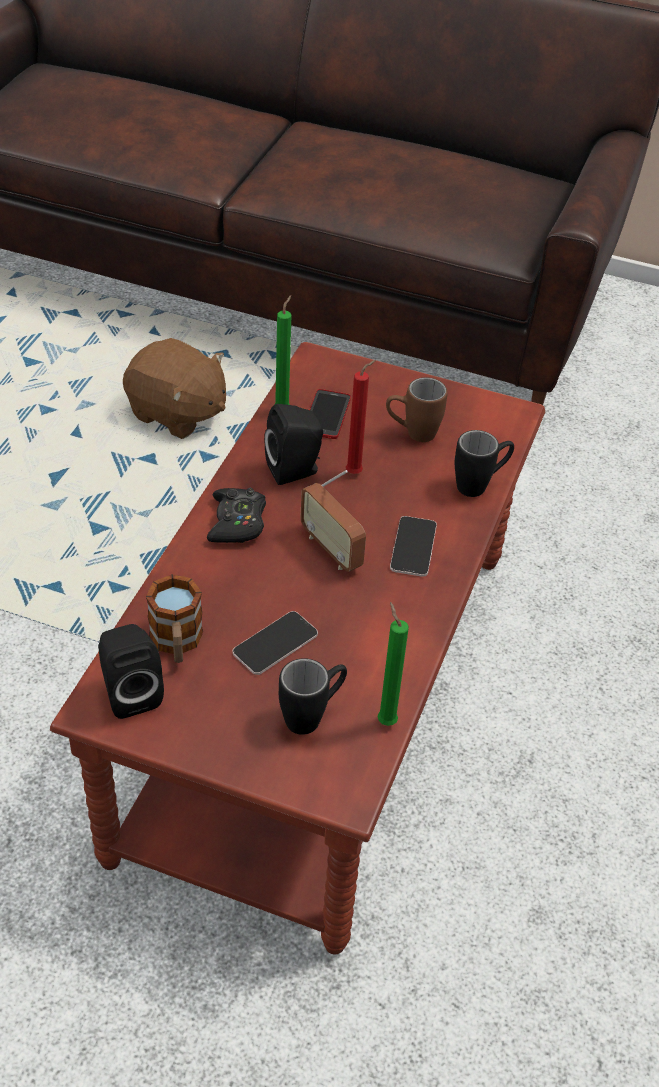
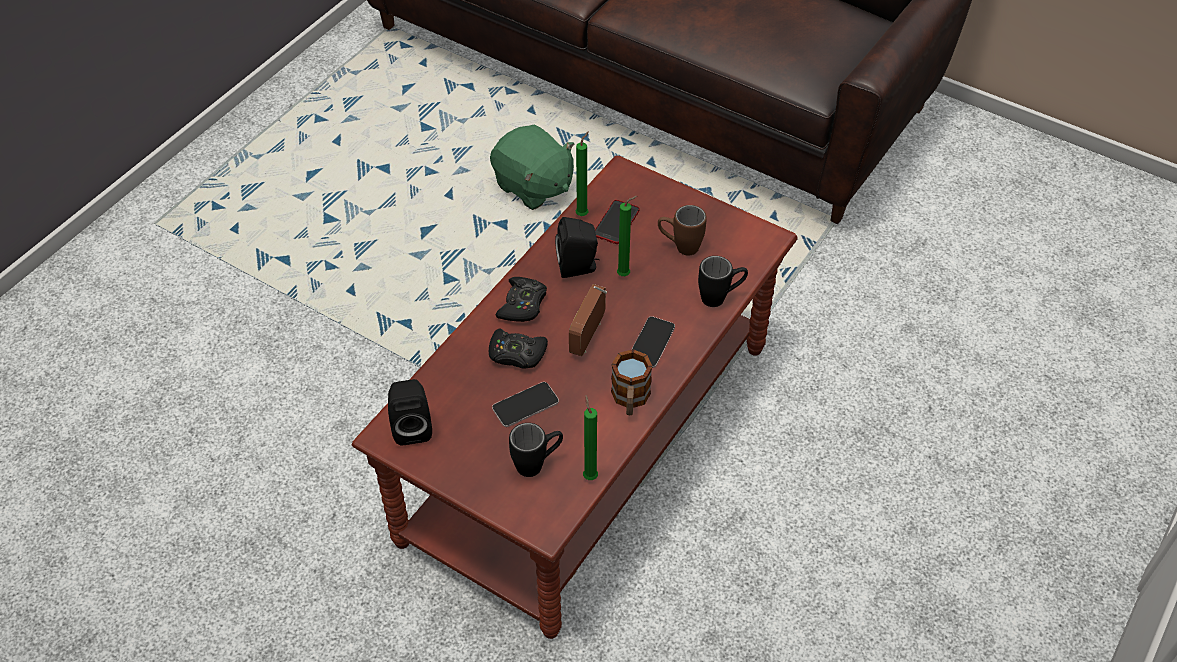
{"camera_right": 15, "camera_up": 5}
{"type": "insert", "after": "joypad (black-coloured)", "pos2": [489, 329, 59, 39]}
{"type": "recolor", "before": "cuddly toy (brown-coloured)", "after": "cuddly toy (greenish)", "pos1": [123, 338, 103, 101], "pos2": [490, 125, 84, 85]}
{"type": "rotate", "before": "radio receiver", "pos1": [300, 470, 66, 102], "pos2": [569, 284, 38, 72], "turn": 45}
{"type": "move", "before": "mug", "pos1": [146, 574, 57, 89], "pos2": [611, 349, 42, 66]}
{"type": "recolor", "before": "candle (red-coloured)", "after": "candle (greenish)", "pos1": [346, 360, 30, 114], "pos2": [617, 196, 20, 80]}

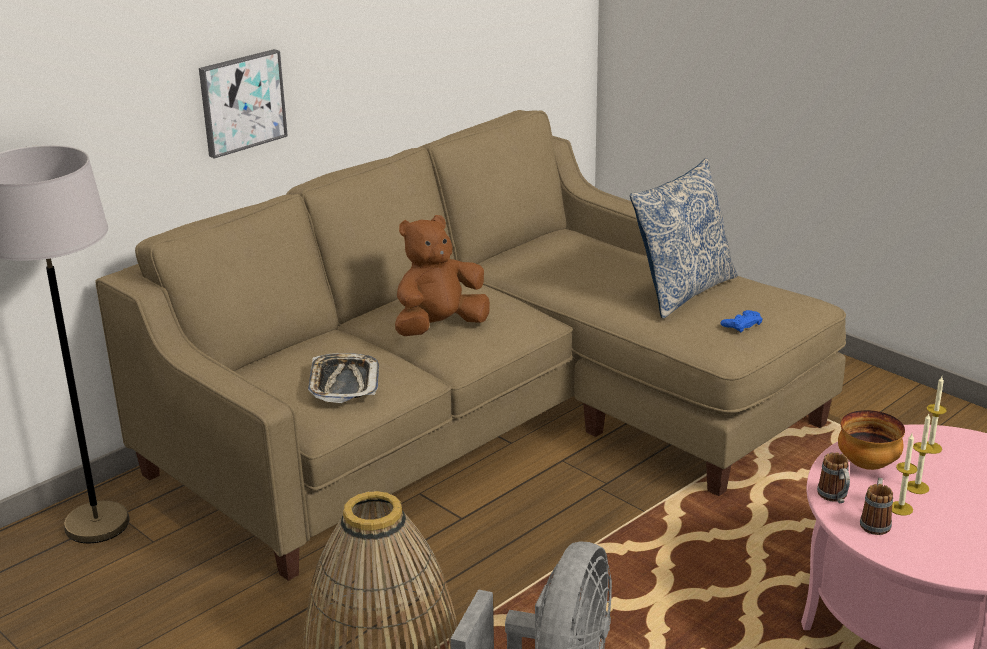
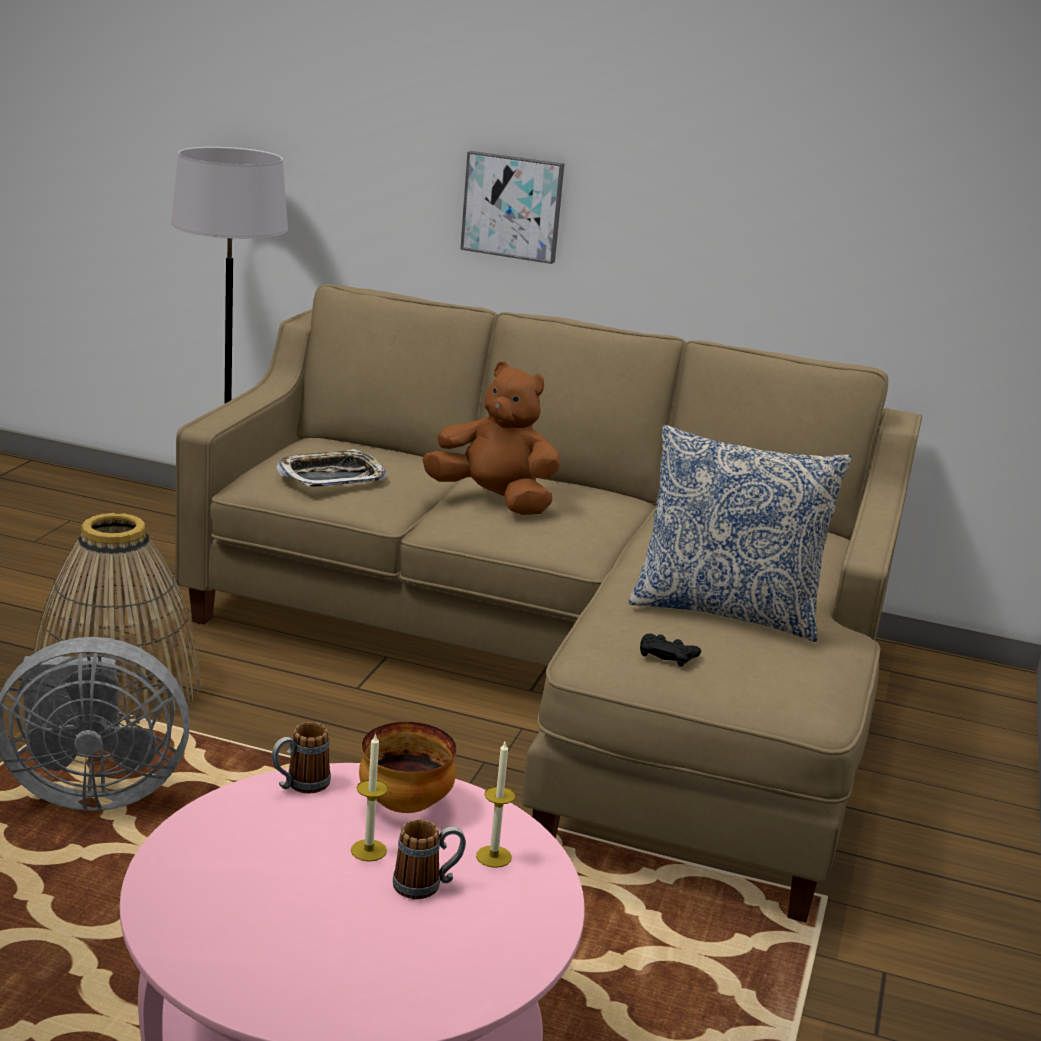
{"camera_right": 60, "camera_up": -5}
{"type": "move", "before": "mug", "pos1": [860, 478, 33, 57], "pos2": [393, 819, 73, 80]}
{"type": "recolor", "before": "joypad (blue-coloured)", "after": "joypad (black-coloured)", "pos1": [720, 310, 43, 23], "pos2": [640, 633, 61, 34]}
{"type": "delete", "before": "candle", "pos1": [892, 434, 26, 81]}

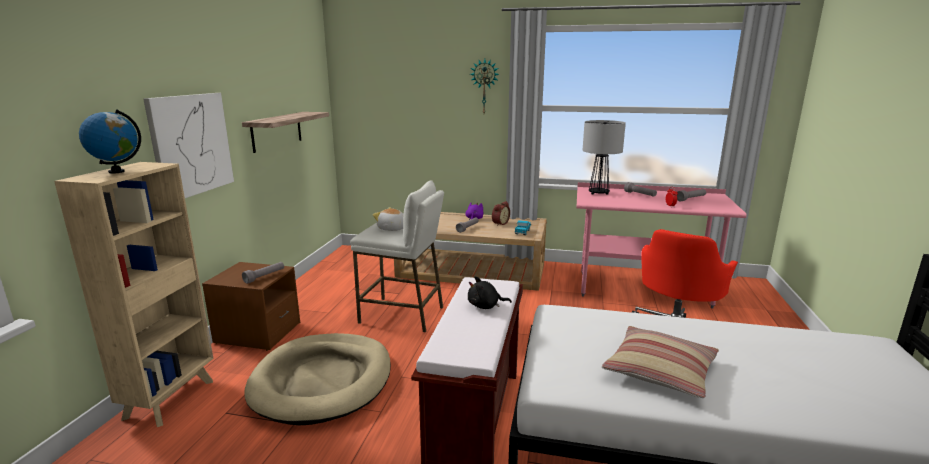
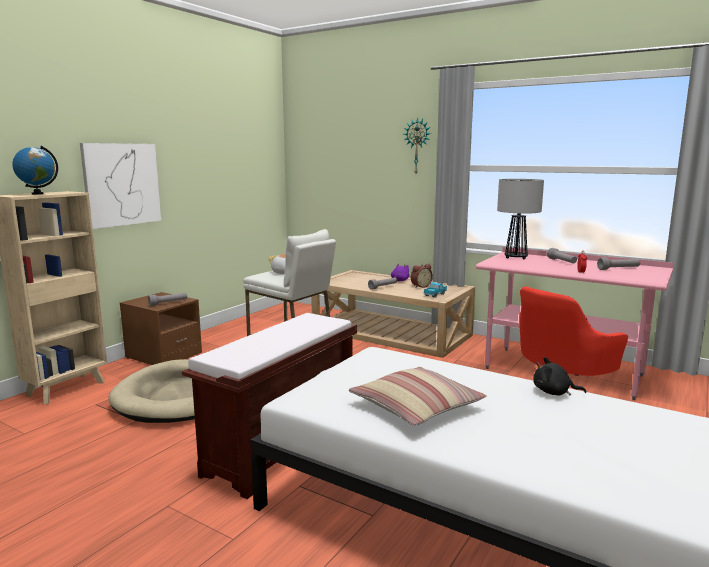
{"camera_right": 20, "camera_up": -5}
{"type": "move", "before": "cuddly toy (black-coloured)", "pos1": [468, 276, 44, 33], "pos2": [533, 357, 53, 38]}
{"type": "delete", "before": "wall shelf", "pos1": [242, 112, 87, 41]}

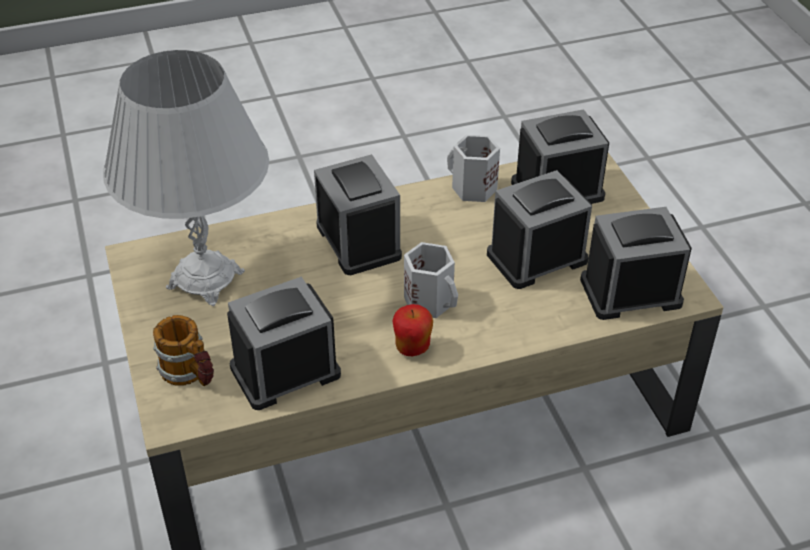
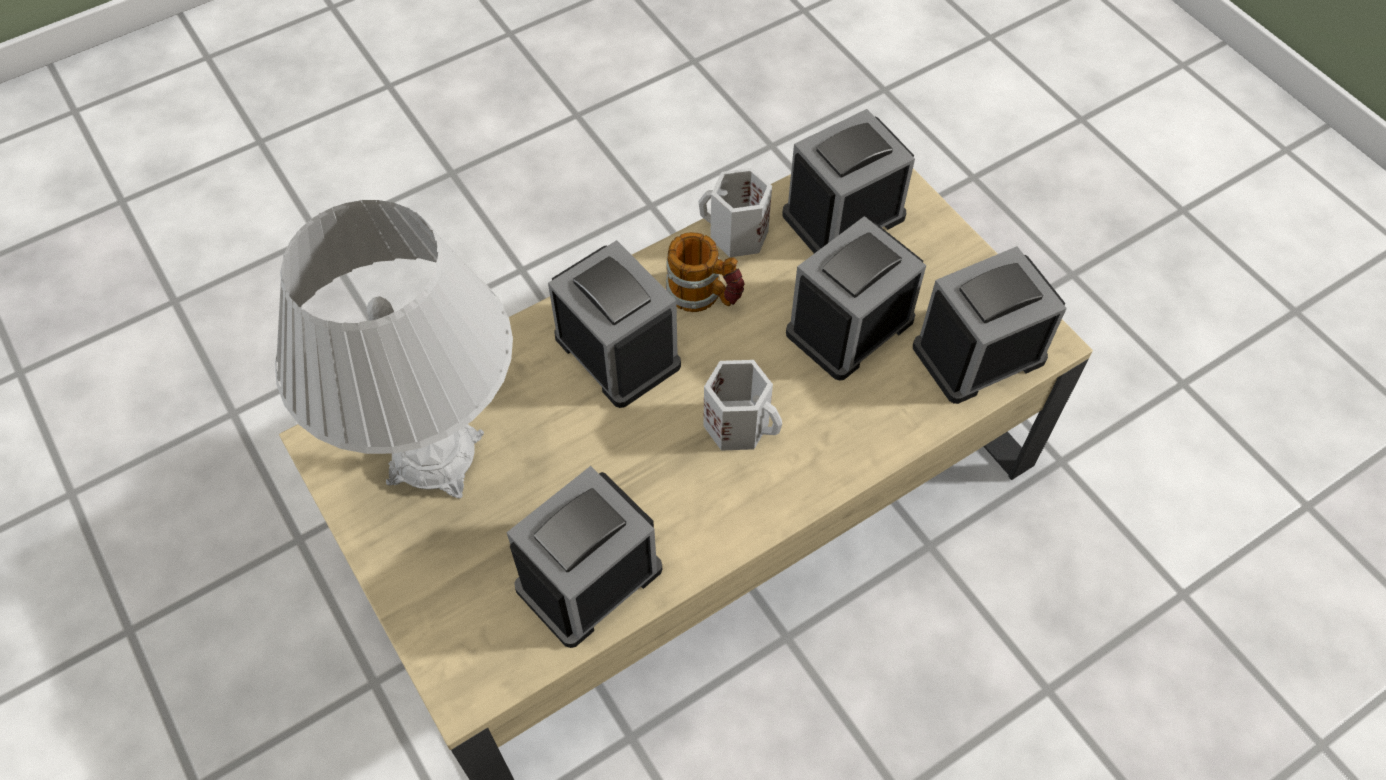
{"camera_right": -15, "camera_up": 15}
{"type": "move", "before": "mug", "pos1": [153, 315, 61, 71], "pos2": [666, 232, 79, 80]}
{"type": "delete", "before": "apple", "pos1": [392, 304, 41, 52]}

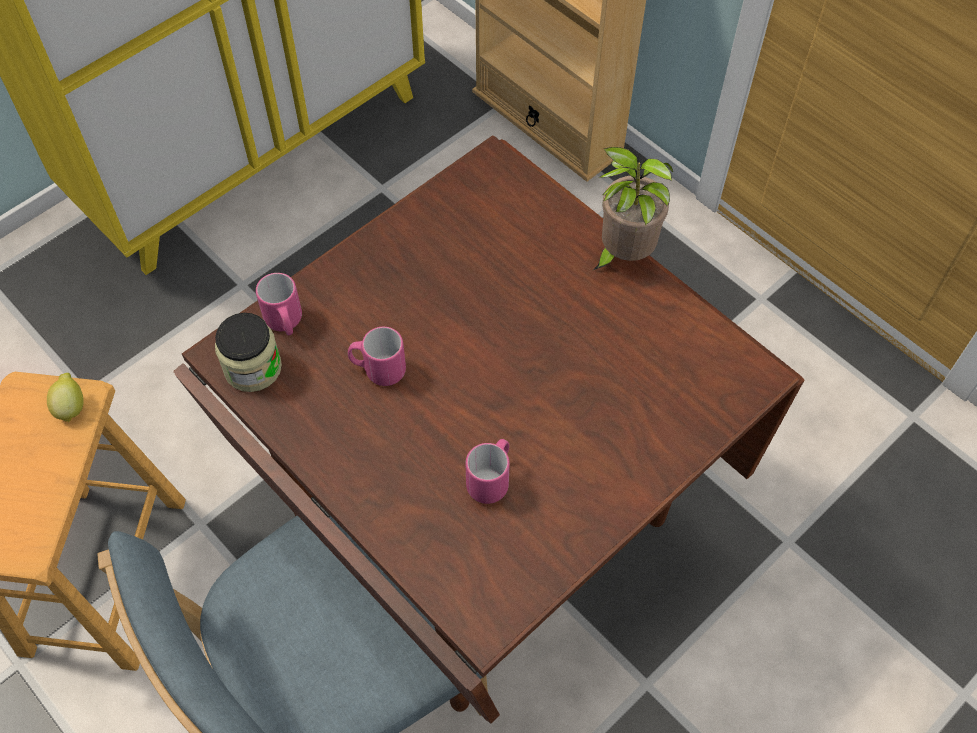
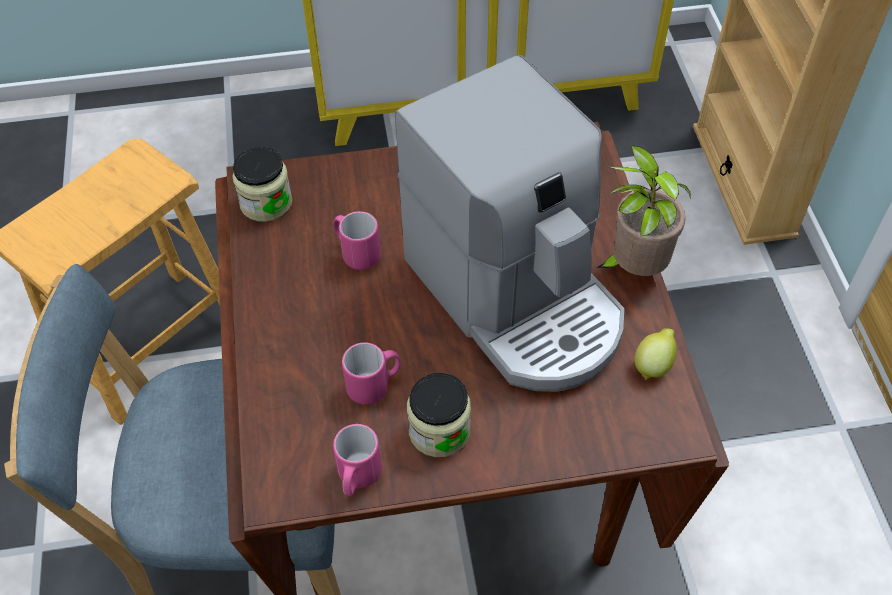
{"camera_right": 35, "camera_up": -5}
{"type": "move", "before": "mug (pink)", "pos1": [256, 273, 46, 62], "pos2": [333, 424, 49, 72]}
{"type": "insert", "after": "coffee brewer", "pos2": [395, 55, 230, 337]}
{"type": "insert", "after": "jar", "pos2": [407, 373, 64, 84]}
{"type": "move", "before": "citrus fruit", "pos1": [47, 373, 37, 50], "pos2": [635, 328, 42, 52]}

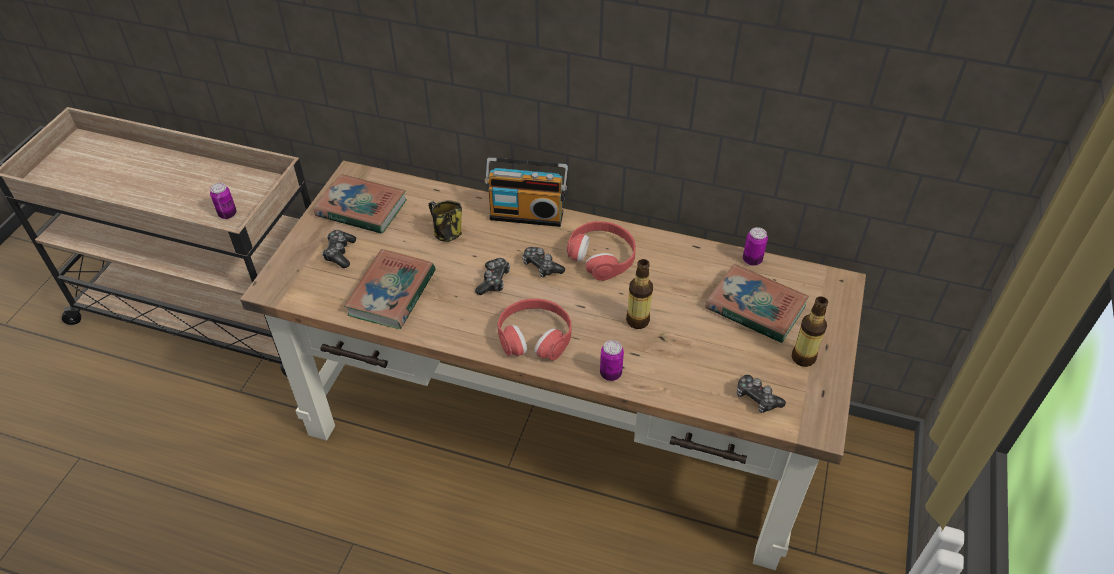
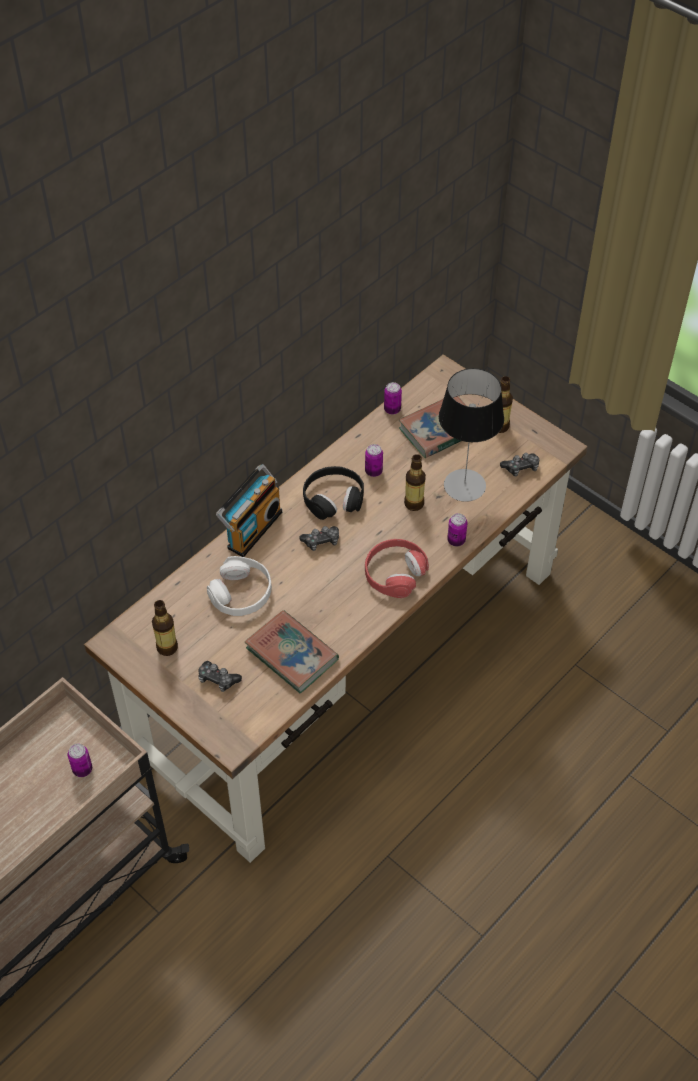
{"camera_right": -65, "camera_up": 5}
{"type": "replace", "before": "book", "after": "drink bottle", "pos1": [314, 174, 93, 60], "pos2": [152, 600, 26, 56]}
{"type": "replace", "before": "mug", "after": "headset (whitish)", "pos1": [429, 200, 33, 42], "pos2": [207, 556, 65, 60]}
{"type": "recolor", "before": "headset (red-coloured)", "after": "headset (black-coloured)", "pos1": [567, 221, 69, 60], "pos2": [303, 466, 61, 54]}
{"type": "insert", "after": "can", "pos2": [365, 444, 18, 33]}
{"type": "insert", "after": "lamp for a table", "pos2": [439, 368, 65, 134]}
{"type": "delete", "before": "joypad", "pos1": [475, 258, 35, 37]}

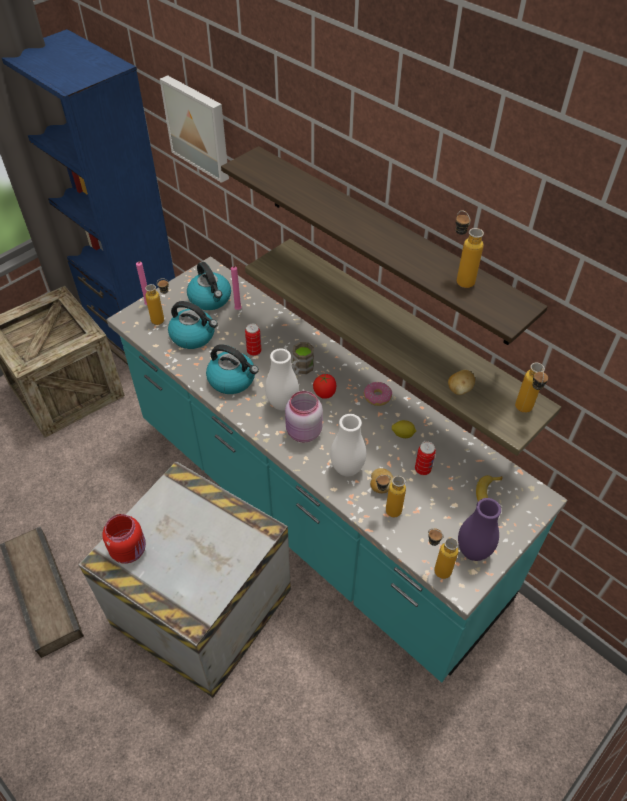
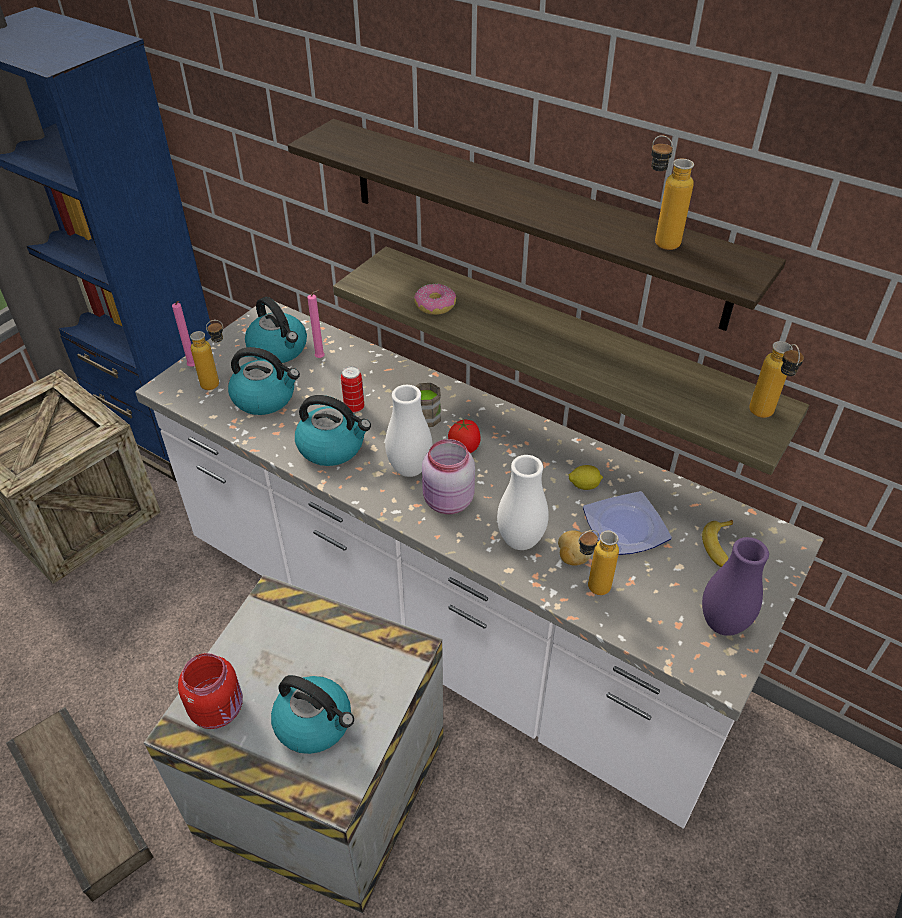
{"camera_right": -10, "camera_up": -5}
{"type": "recolor", "before": "kitchen counter (turquoise)", "after": "kitchen counter (whitish)", "pos1": [106, 257, 461, 426], "pos2": [135, 302, 689, 527]}
{"type": "insert", "after": "kettle", "pos2": [271, 675, 83, 79]}
{"type": "move", "before": "doughnut", "pos1": [364, 382, 28, 24], "pos2": [414, 284, 42, 31]}
{"type": "replace", "before": "can", "after": "flat dish", "pos1": [415, 441, 21, 34], "pos2": [583, 491, 89, 64]}
{"type": "delete", "before": "wall art", "pos1": [160, 75, 69, 108]}
{"type": "delete", "before": "drink bottle", "pos1": [428, 529, 30, 50]}
{"type": "delete", "before": "potato", "pos1": [448, 370, 27, 25]}

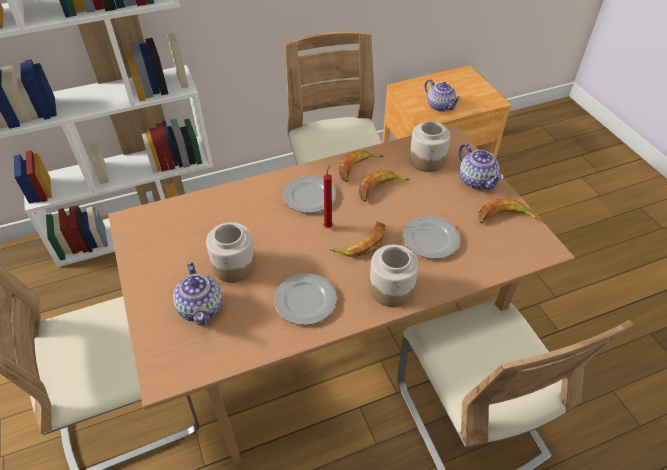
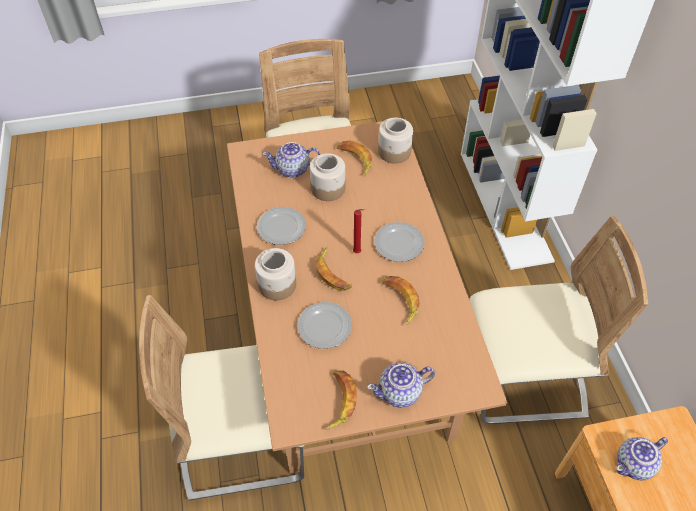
{"camera_right": 100, "camera_up": 5}
{"type": "move", "before": "banana fruit", "pos1": [339, 150, 45, 32], "pos2": [336, 141, 36, 35]}
{"type": "move", "before": "jar", "pos1": [409, 121, 42, 51], "pos2": [378, 118, 35, 46]}

